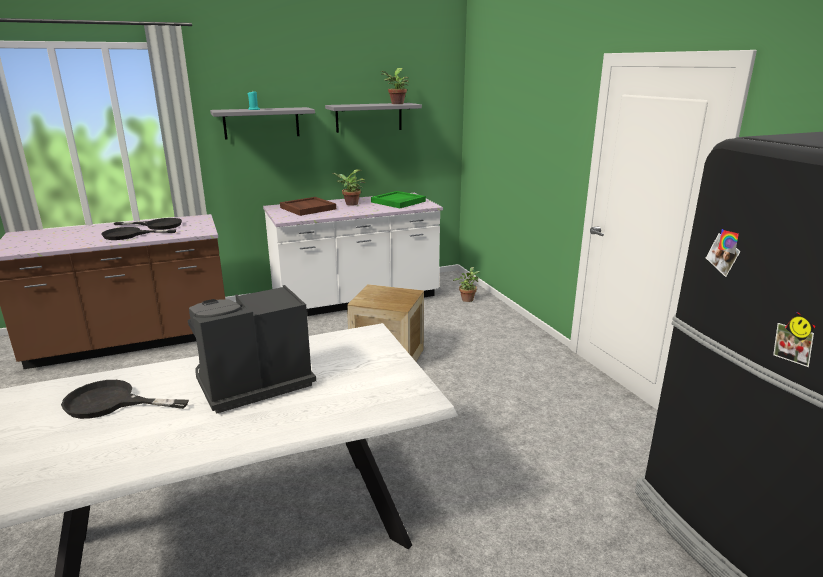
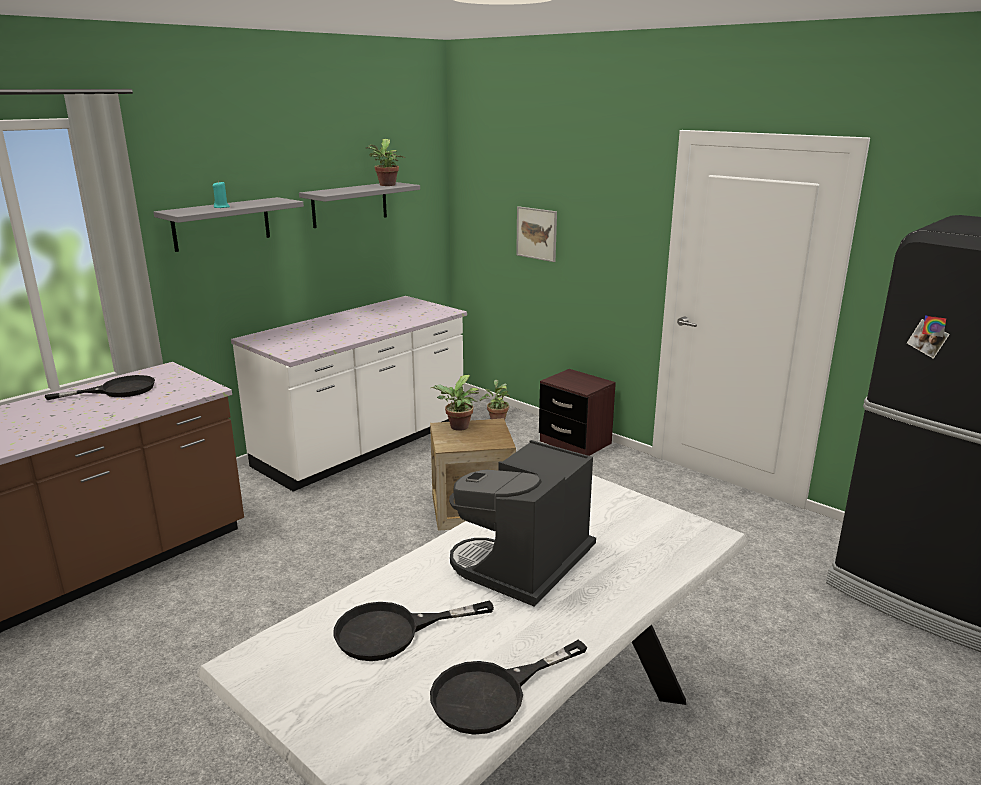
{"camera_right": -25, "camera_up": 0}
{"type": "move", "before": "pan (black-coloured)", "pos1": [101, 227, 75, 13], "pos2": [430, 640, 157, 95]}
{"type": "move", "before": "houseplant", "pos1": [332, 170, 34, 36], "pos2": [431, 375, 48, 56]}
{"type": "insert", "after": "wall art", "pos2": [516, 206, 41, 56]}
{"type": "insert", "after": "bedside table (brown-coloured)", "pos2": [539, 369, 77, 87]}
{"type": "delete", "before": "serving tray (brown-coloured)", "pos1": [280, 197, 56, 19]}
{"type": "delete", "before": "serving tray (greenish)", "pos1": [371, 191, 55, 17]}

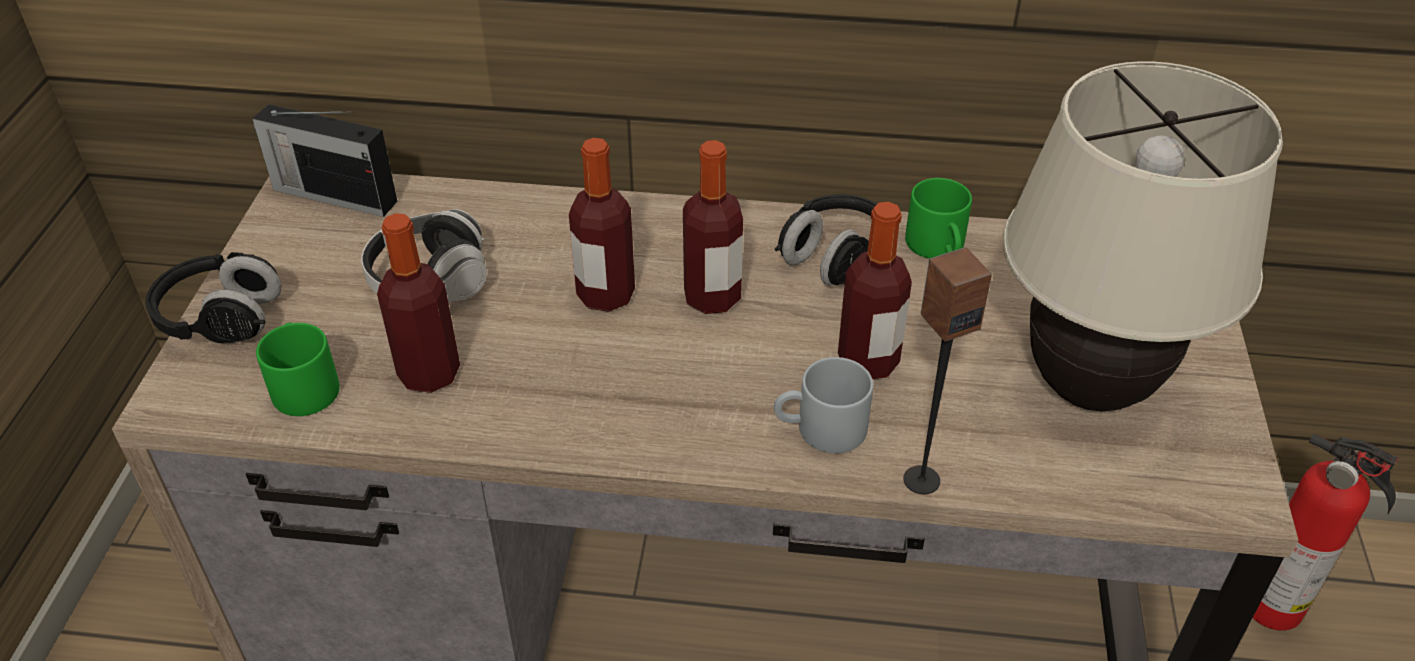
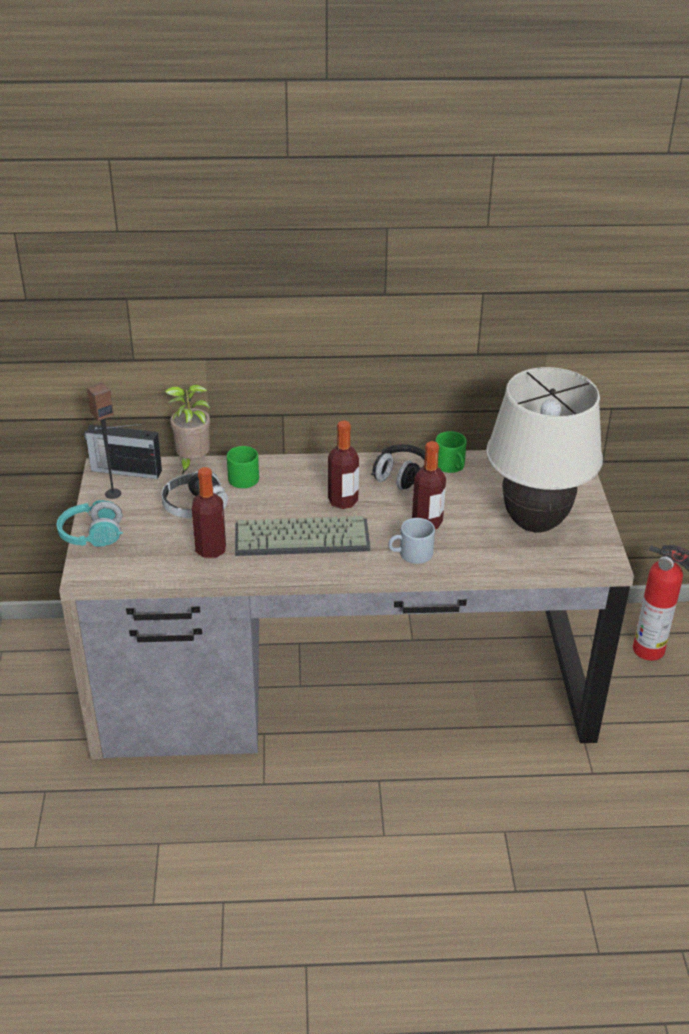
{"camera_right": -10, "camera_up": -5}
{"type": "recolor", "before": "headset (black-coloured)", "after": "headset (turquoise)", "pos1": [145, 252, 136, 91], "pos2": [56, 500, 67, 47]}
{"type": "move", "before": "loudspeaker", "pos1": [903, 247, 89, 247], "pos2": [87, 382, 34, 117]}
{"type": "insert", "after": "houseplant", "pos2": [164, 384, 46, 90]}
{"type": "move", "before": "mug (greenish)", "pos1": [256, 322, 84, 94], "pos2": [227, 446, 32, 42]}
{"type": "insert", "after": "PC keyboard", "pos2": [235, 516, 136, 40]}
{"type": "delete", "before": "drink bottle", "pos1": [569, 138, 66, 174]}

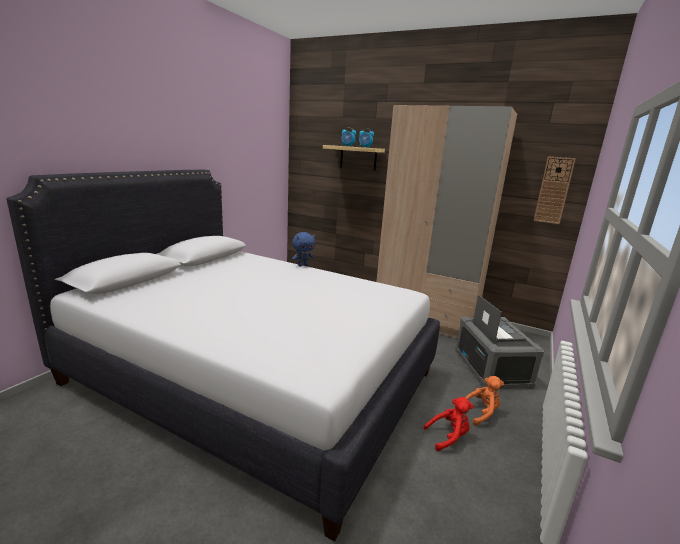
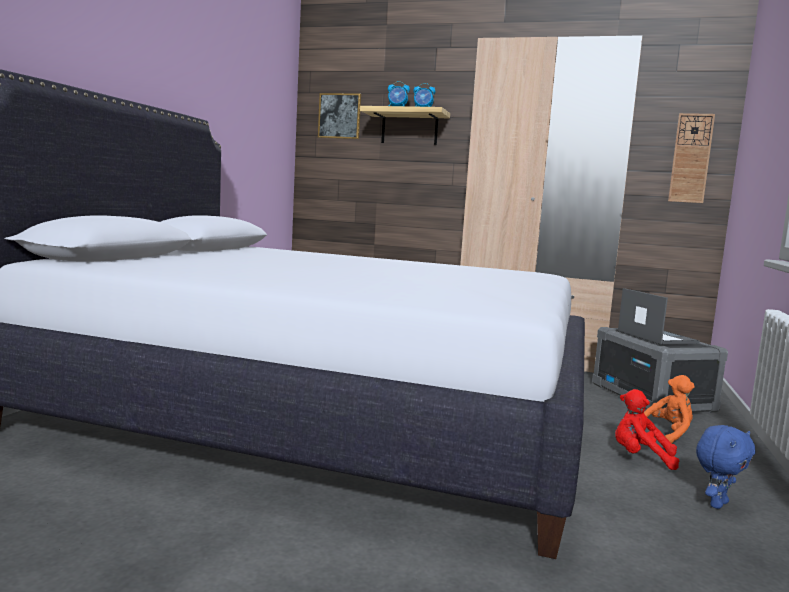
{"camera_right": -10, "camera_up": -10}
{"type": "insert", "after": "wall art", "pos2": [318, 93, 43, 46]}
{"type": "rotate", "before": "cuddly toy (red-coloured)", "pos1": [424, 397, 50, 54], "pos2": [615, 389, 64, 81], "turn": -135}
{"type": "move", "before": "cuddly toy (blue-coloured)", "pos1": [292, 232, 23, 34], "pos2": [696, 425, 59, 84]}

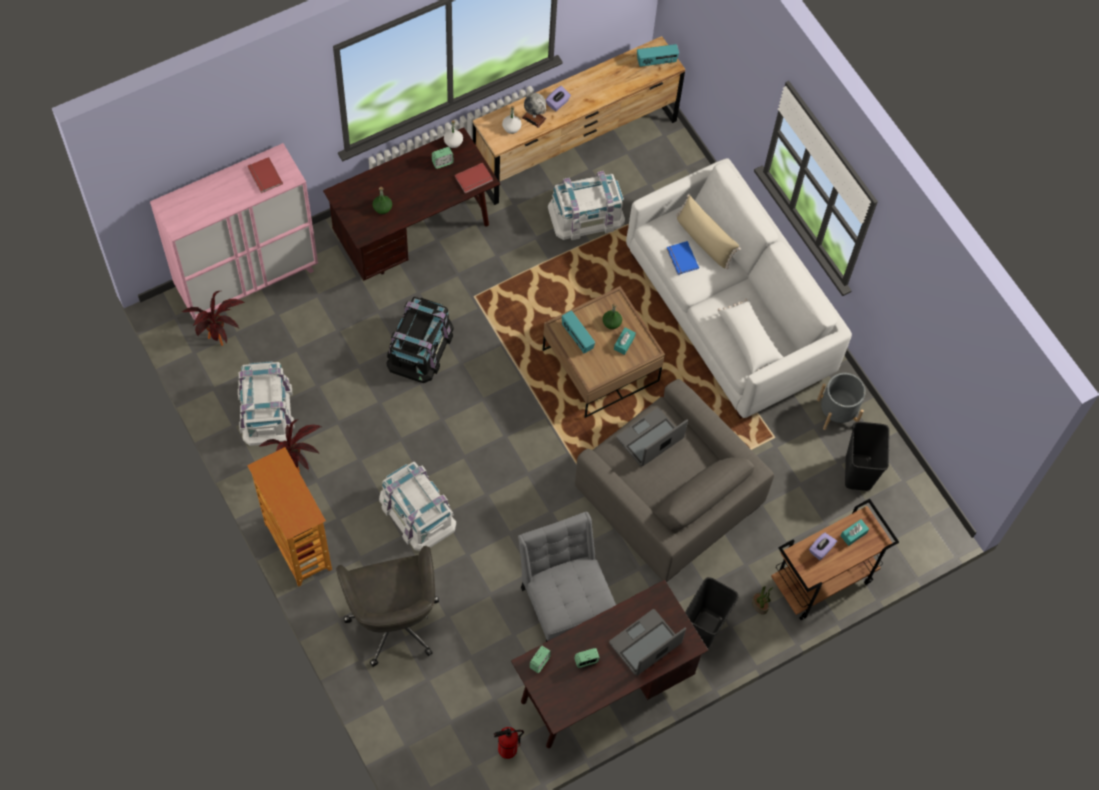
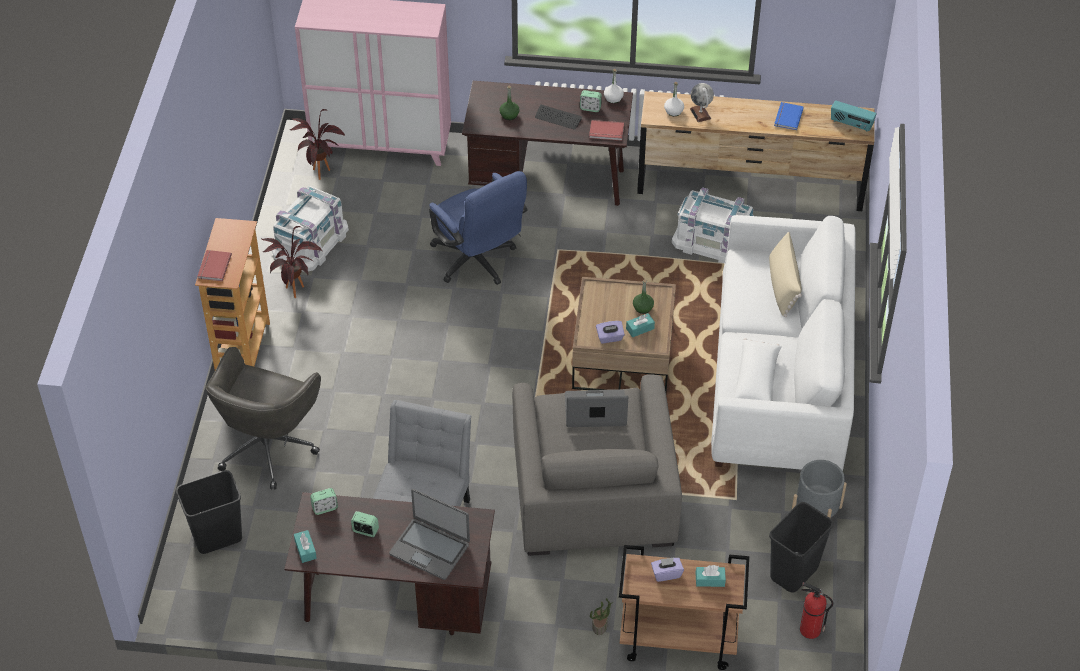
{"camera_right": 40, "camera_up": -15}
{"type": "move", "before": "trash can (black-coloured)", "pos1": [685, 577, 54, 71], "pos2": [176, 470, 66, 84]}
{"type": "move", "before": "book (red-coloured)", "pos1": [248, 157, 35, 36], "pos2": [198, 250, 34, 31]}
{"type": "insert", "after": "box of tissues (turquoise)", "pos2": [294, 530, 23, 33]}
{"type": "rotate", "before": "notebook computer", "pos1": [609, 609, 77, 66], "pos2": [389, 489, 81, 91], "turn": -150}
{"type": "replace", "before": "storage box (black-coloured)", "after": "computer chair (blue-coloured)", "pos1": [387, 297, 67, 86], "pos2": [429, 171, 99, 114]}
{"type": "insert", "after": "PC keyboard", "pos2": [535, 105, 47, 25]}
{"type": "move", "before": "box of tissues (purple)", "pos1": [546, 86, 25, 25], "pos2": [596, 321, 29, 22]}
{"type": "move", "before": "book (blue-coloured)", "pos1": [667, 241, 32, 34], "pos2": [774, 102, 30, 28]}
{"type": "move", "before": "fire extinguisher", "pos1": [494, 727, 30, 32], "pos2": [800, 582, 33, 57]}
{"type": "delete", "before": "storage box (whitish)", "pos1": [379, 462, 77, 89]}
{"type": "delete", "before": "radio receiver", "pos1": [562, 310, 33, 44]}

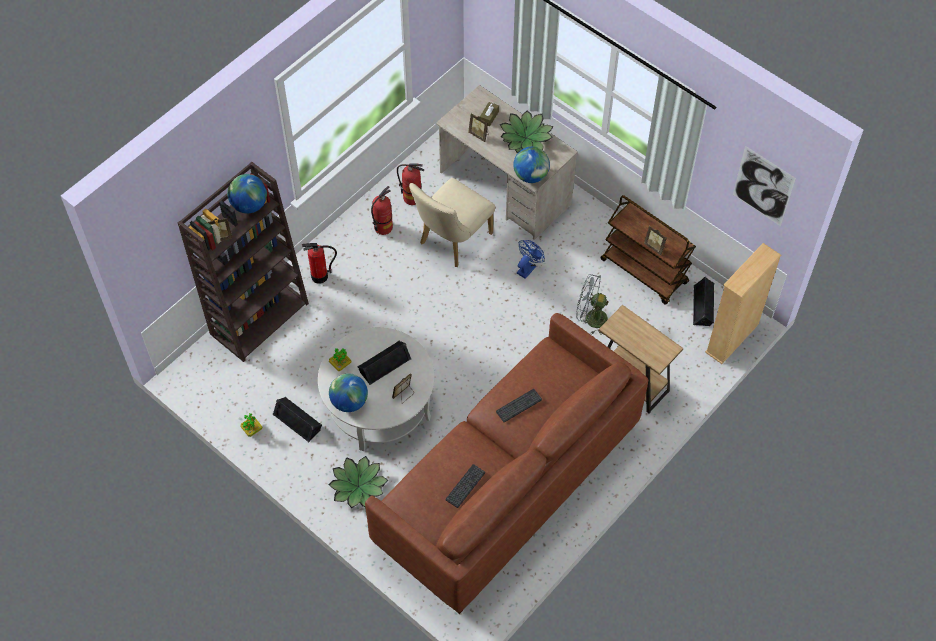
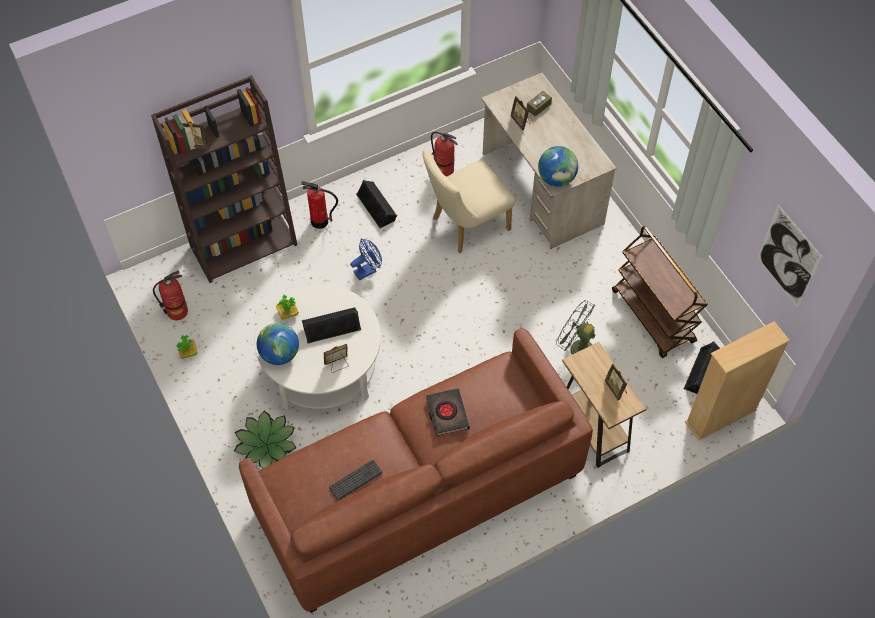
{"camera_right": 20, "camera_up": 0}
{"type": "move", "before": "fire extinguisher", "pos1": [371, 186, 22, 49], "pos2": [153, 271, 35, 49]}
{"type": "move", "before": "electric fan (blue-coloured)", "pos1": [517, 240, 28, 39], "pos2": [350, 239, 32, 41]}
{"type": "move", "before": "loudspeaker (black-coloured)", "pos1": [273, 397, 49, 45], "pos2": [356, 180, 41, 48]}
{"type": "replace", "before": "PC keyboard", "after": "book (black-coloured)", "pos1": [496, 389, 46, 33], "pos2": [426, 388, 44, 48]}
{"type": "move", "before": "photo frame", "pos1": [644, 226, 23, 29], "pos2": [605, 363, 22, 37]}
{"type": "delete", "before": "globe", "pos1": [227, 174, 40, 39]}
{"type": "delete", "before": "houseplant", "pos1": [500, 110, 54, 43]}

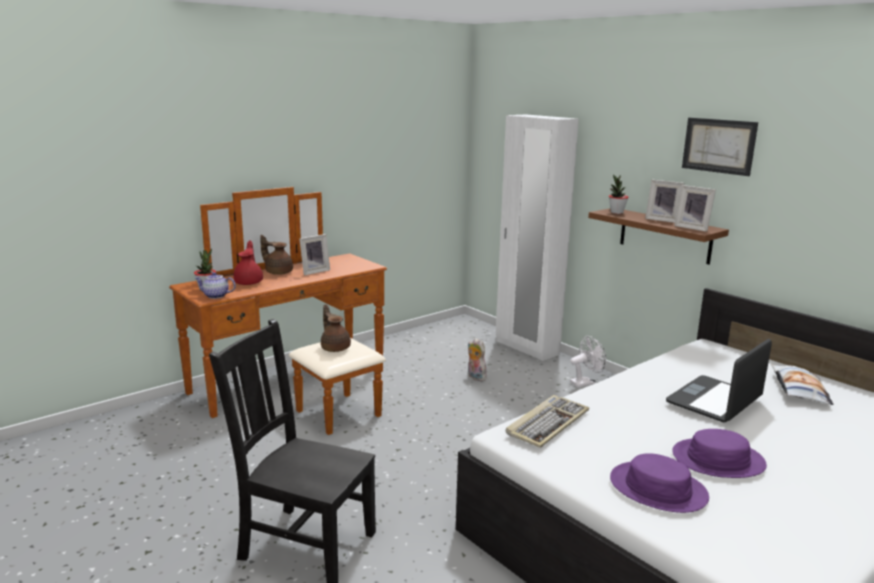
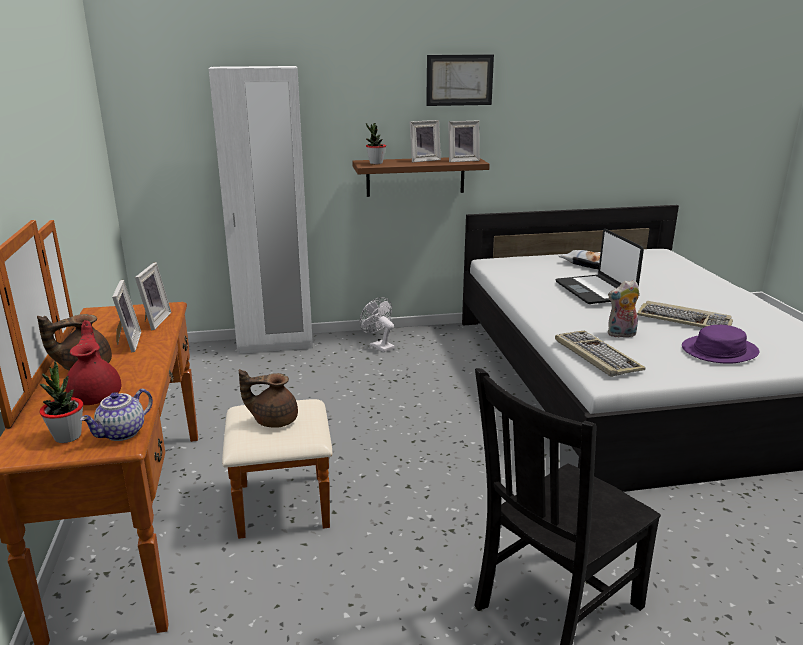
{"camera_right": -60, "camera_up": 5}
{"type": "rotate", "before": "pot for tea (red-coloured)", "pos1": [233, 241, 30, 44], "pos2": [65, 320, 56, 85], "turn": 45}
{"type": "insert", "after": "photo frame", "pos2": [135, 262, 37, 69]}
{"type": "rotate", "before": "electric fan (whitish)", "pos1": [570, 336, 36, 51], "pos2": [360, 297, 35, 55], "turn": -45}
{"type": "move", "before": "cuddly toy", "pos1": [468, 338, 19, 43], "pos2": [608, 280, 32, 58]}
{"type": "replace", "before": "hat (purple)", "after": "PC keyboard", "pos1": [672, 429, 95, 49], "pos2": [637, 301, 96, 27]}

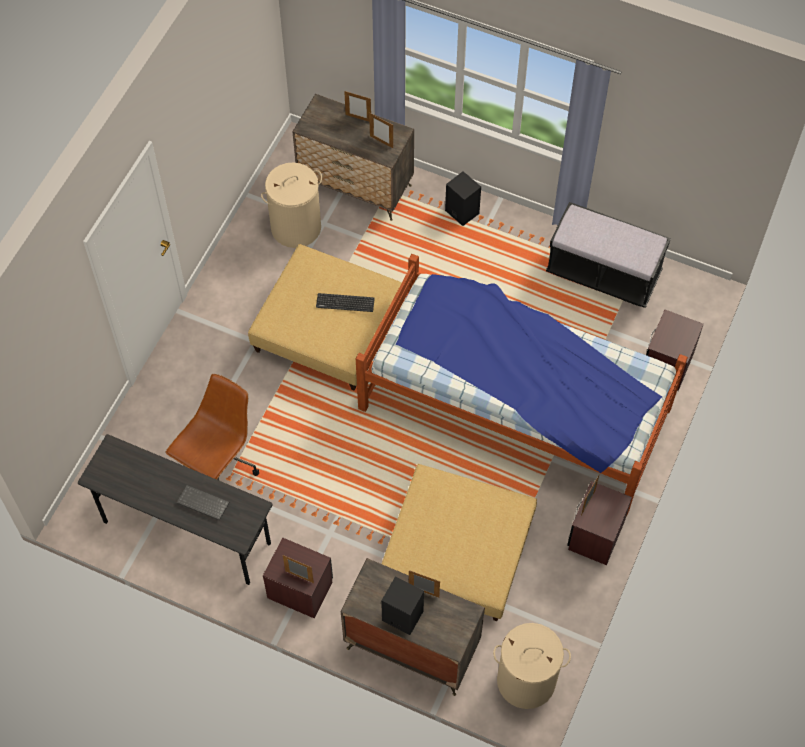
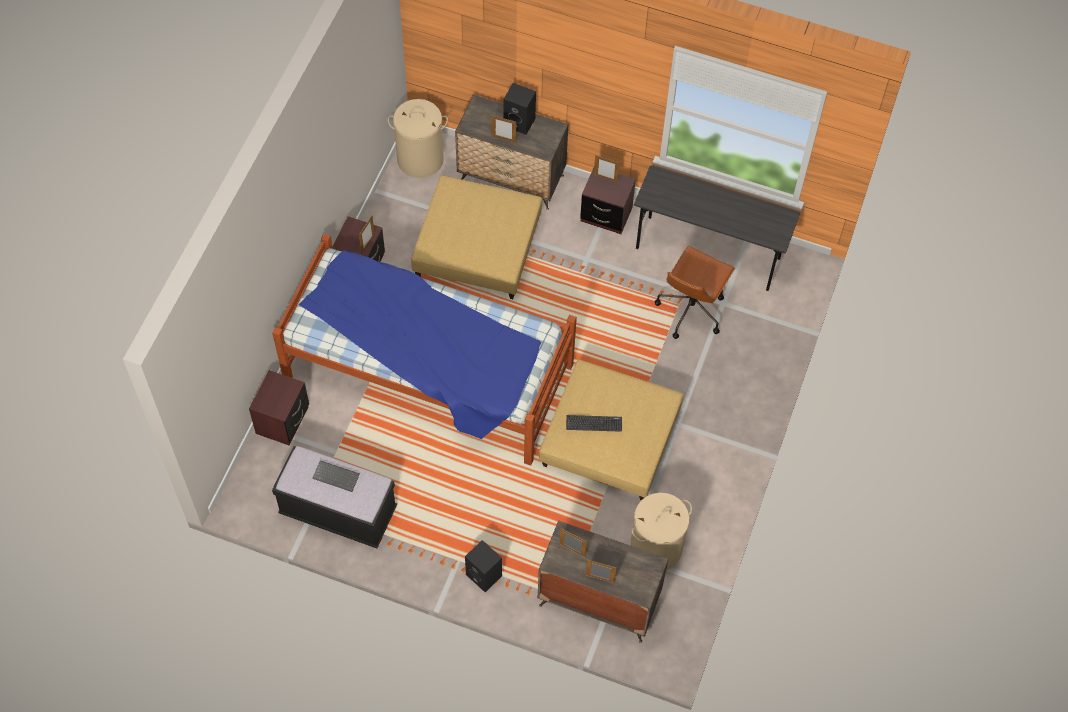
{"camera_right": 175, "camera_up": 0}
{"type": "move", "before": "PC keyboard", "pos1": [177, 485, 53, 35], "pos2": [312, 460, 48, 32]}

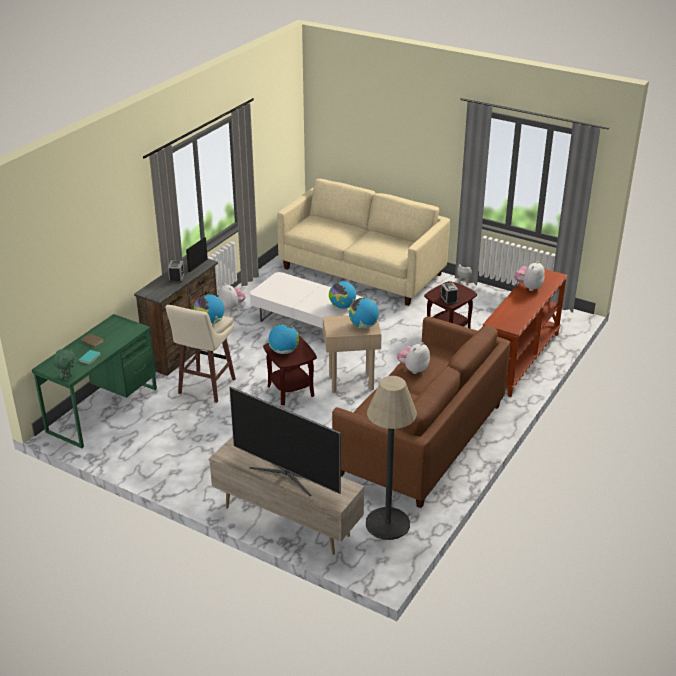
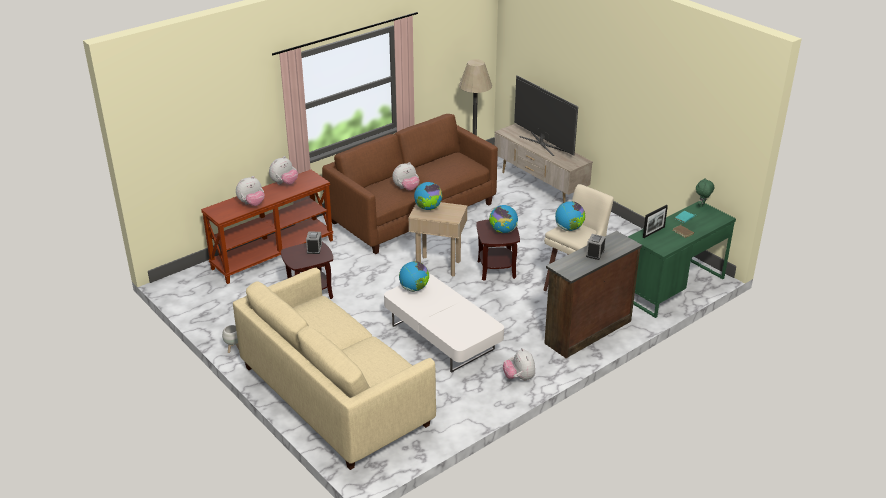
{"camera_right": -160, "camera_up": 0}
{"type": "insert", "after": "cuddly toy", "pos2": [269, 156, 29, 29]}
{"type": "move", "before": "photo frame", "pos1": [186, 237, 22, 35], "pos2": [643, 205, 25, 33]}

